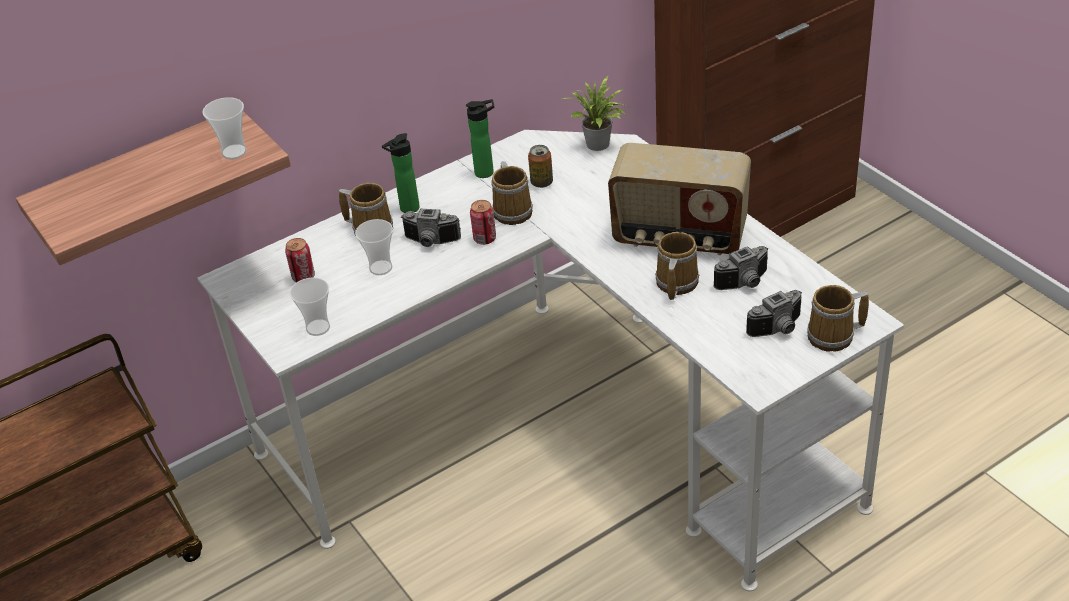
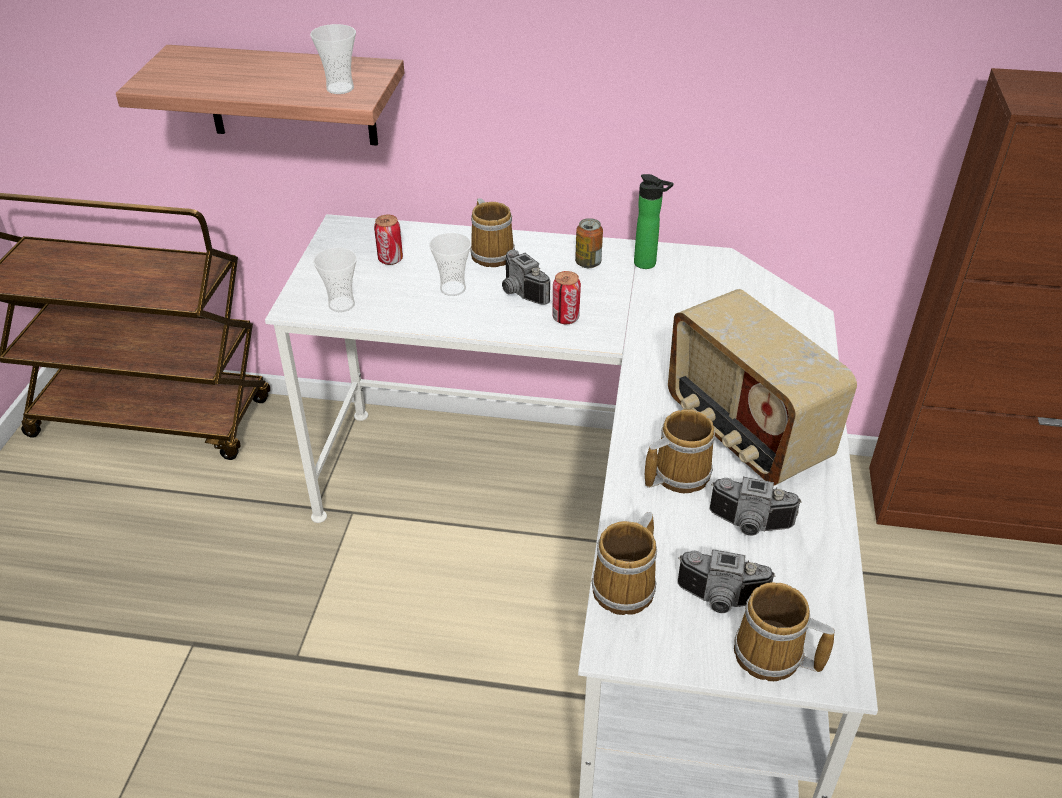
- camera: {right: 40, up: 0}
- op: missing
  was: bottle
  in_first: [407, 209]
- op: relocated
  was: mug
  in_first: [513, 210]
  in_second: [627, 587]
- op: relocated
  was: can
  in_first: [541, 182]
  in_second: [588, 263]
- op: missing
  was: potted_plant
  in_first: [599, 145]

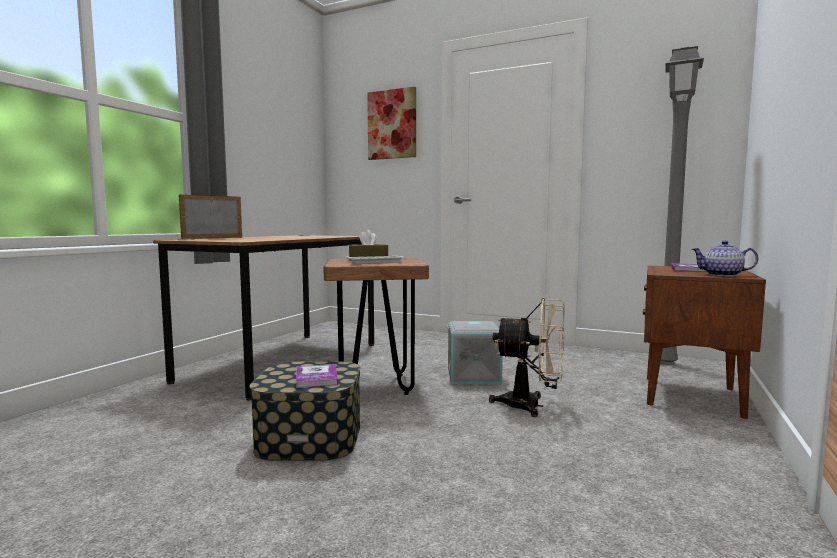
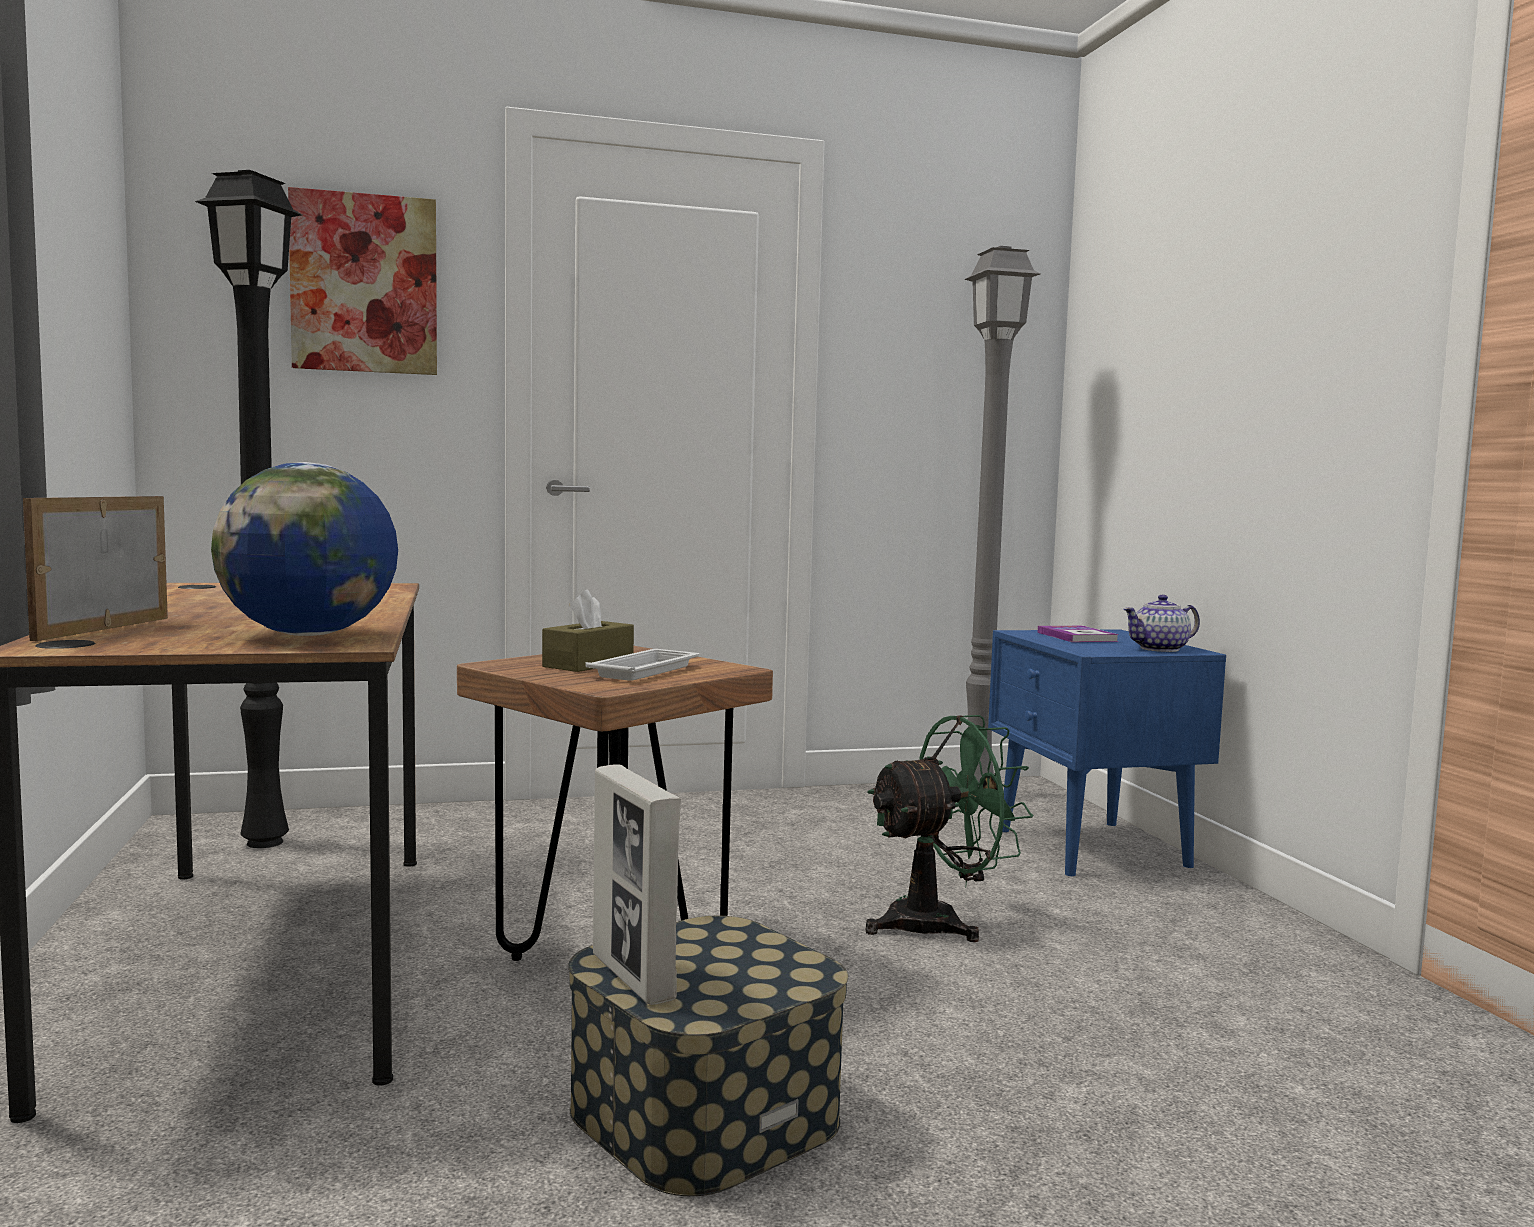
- camera: {right: -40, up: 0}
- op: missing
  was: book
  in_first: [316, 377]
- op: missing
  was: grey_storage_box
  in_first: [473, 375]
- op: colour
  was: beige_fan
  now: green_fan
  in_first: [531, 406]
  in_second: [939, 922]
- op: colour
  was: brown_nightstand
  now: blue_nightstand
  in_first: [690, 396]
  in_second: [1092, 848]
- op: appeared
  now: black_floor_lamp
  in_second: [264, 841]
- op: appeared
  now: globe
  in_second: [309, 635]
- op: appeared
  now: picture_frame
  in_second: [633, 977]

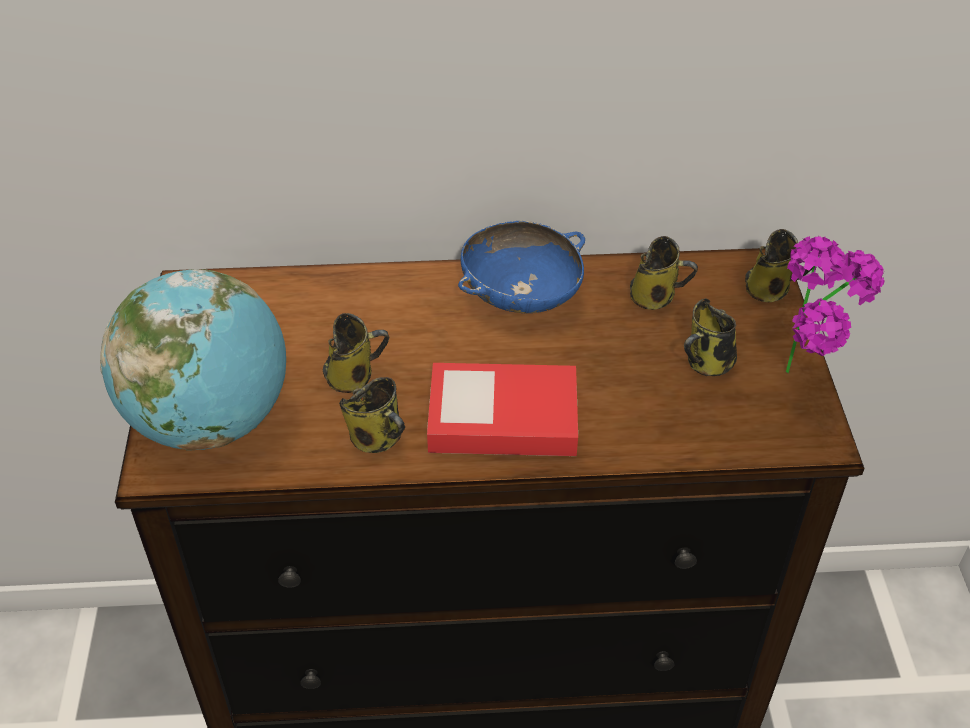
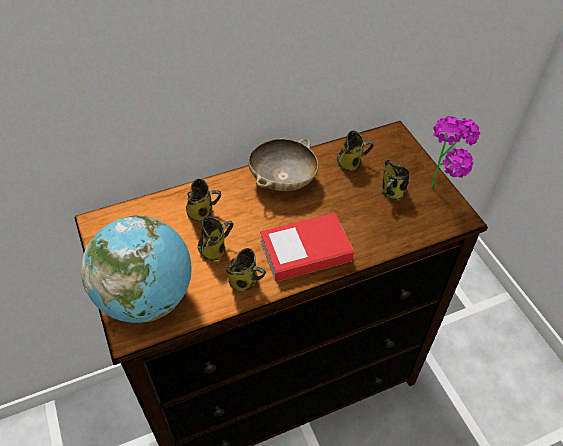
- camera: {right: -20, up: 5}
- op: colour
  was: blue_bowl
  now: beige_bowl
  in_first: [521, 296]
  in_second: [283, 180]
- op: relocated
  was: mug
  in_first: [770, 289]
  in_second: [202, 212]

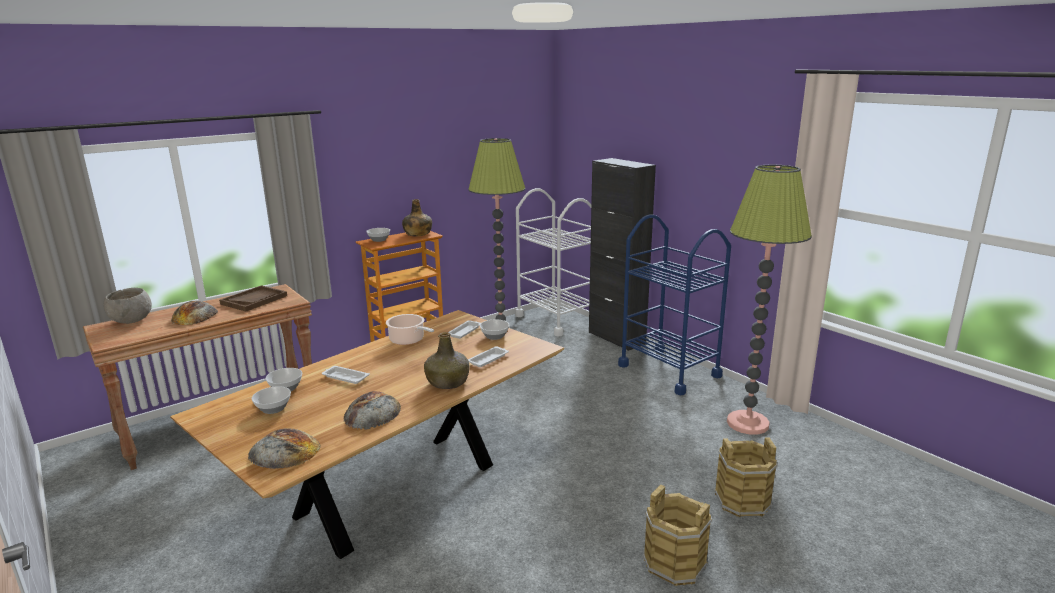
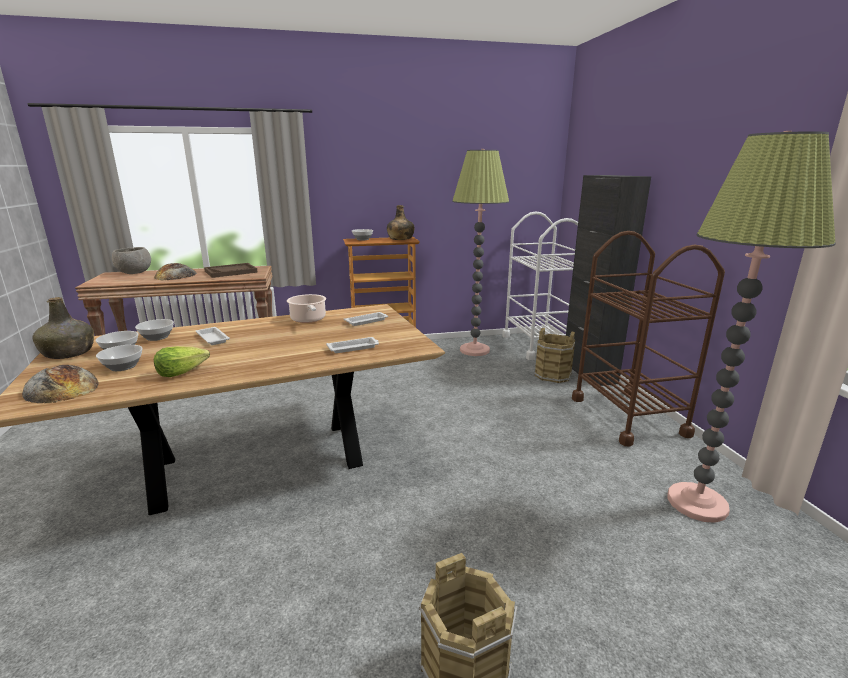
- camera: {right: 25, up: 0}
- op: exchanged
  was: bread
  now: lettuce
  in_first: [372, 413]
  in_second: [182, 372]
- op: relocated
  was: green_bottle
  in_first: [448, 382]
  in_second: [69, 353]
- op: relocated
  was: bowl
  in_first: [494, 336]
  in_second: [123, 366]
- op: colour
  was: blue_cart
  now: brown_cart
  in_first: [669, 370]
  in_second: [628, 416]
- op: relocated
  was: brown_bucket
  in_first: [742, 501]
  in_second: [552, 375]

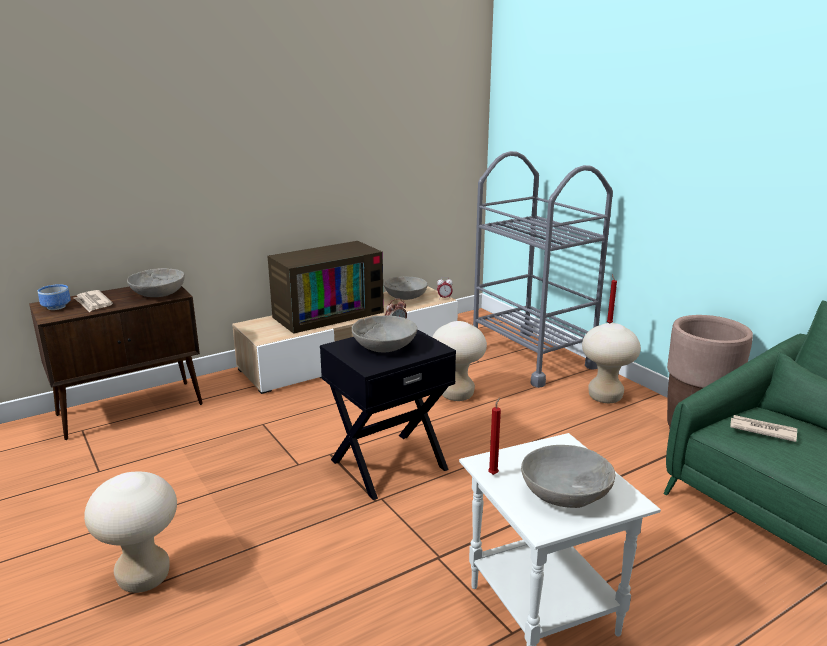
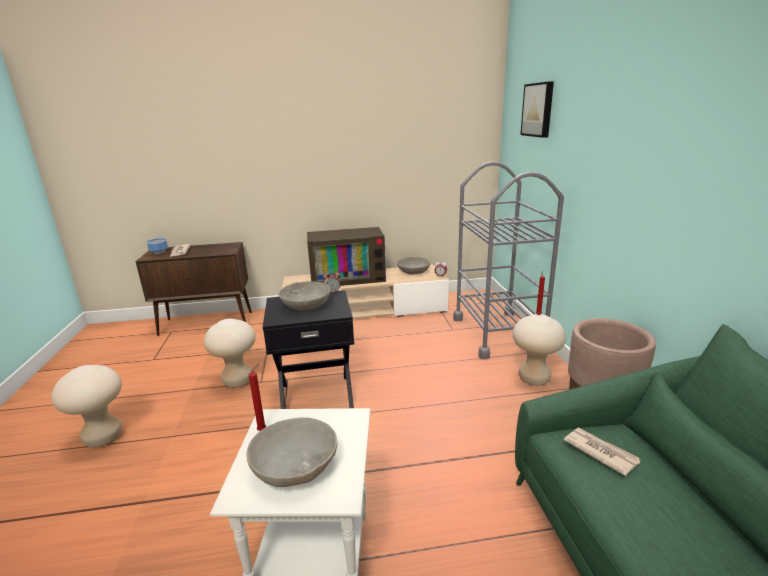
- camera: {right: 25, up: 0}
- op: missing
  was: grey_bowl
  in_first: [158, 293]
- op: relocated
  was: beige_stool
  in_first: [457, 395]
  in_second: [237, 381]
- op: appeared
  now: picture
  in_second: [538, 110]

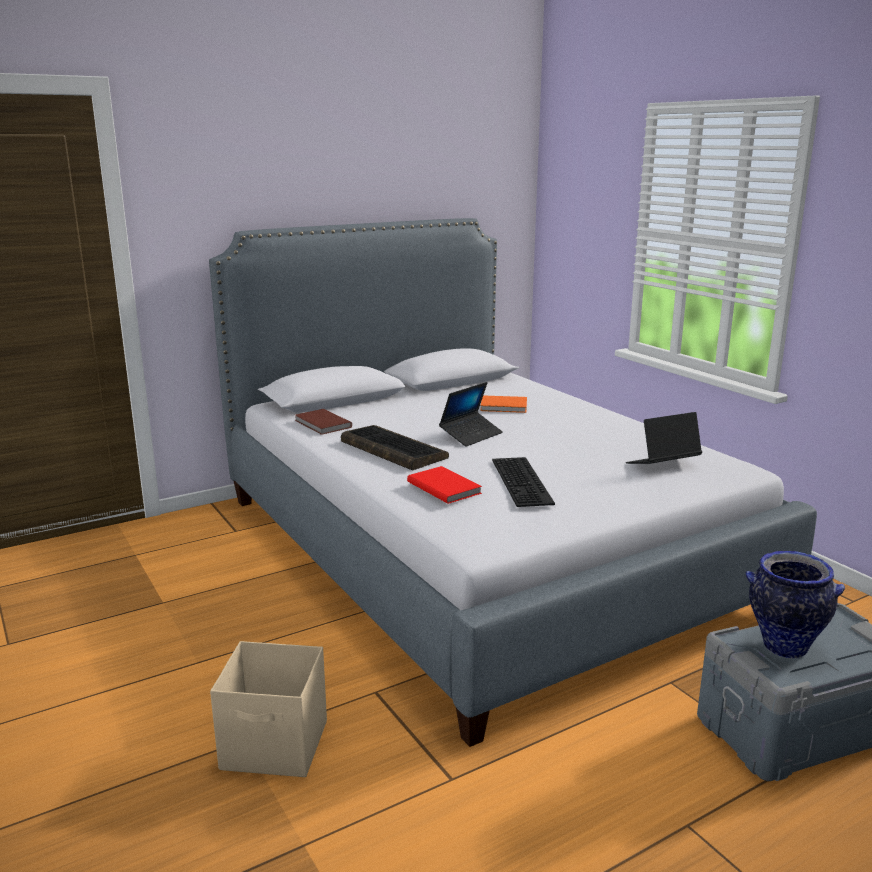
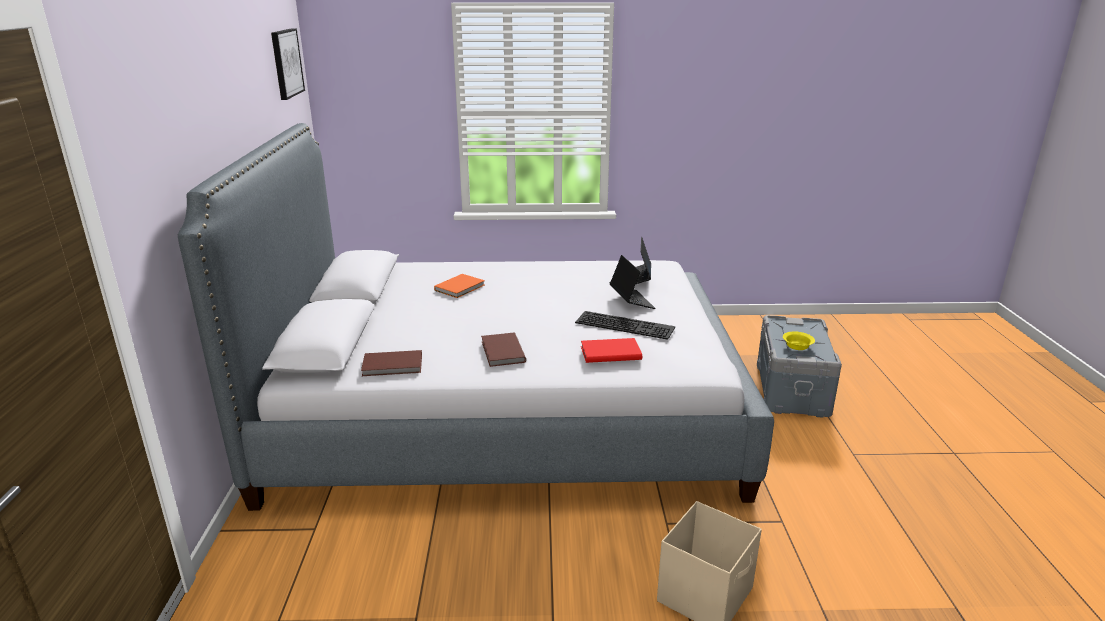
- camera: {right: -60, up: 5}
- op: exchanged
  was: keyboard
  now: brown_book
  in_first: [391, 449]
  in_second: [501, 352]
- op: relocated
  was: laptop
  in_first: [471, 435]
  in_second: [631, 301]
- op: exchanged
  was: vase
  now: yellow_bowl
  in_first: [783, 647]
  in_second: [797, 346]
- op: appeared
  now: picture
  in_second: [286, 63]

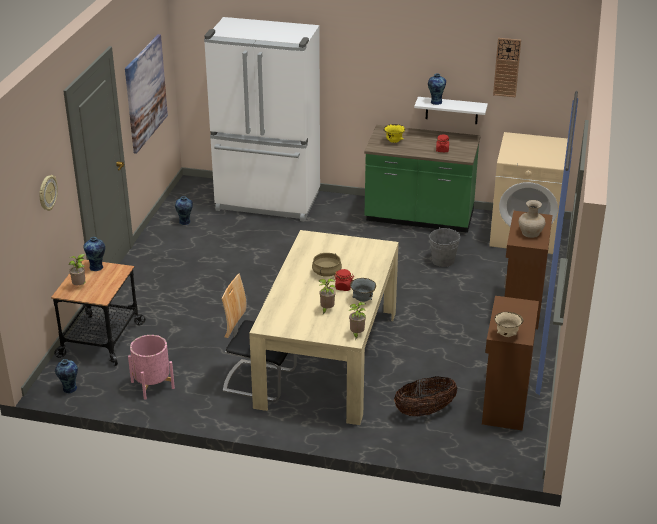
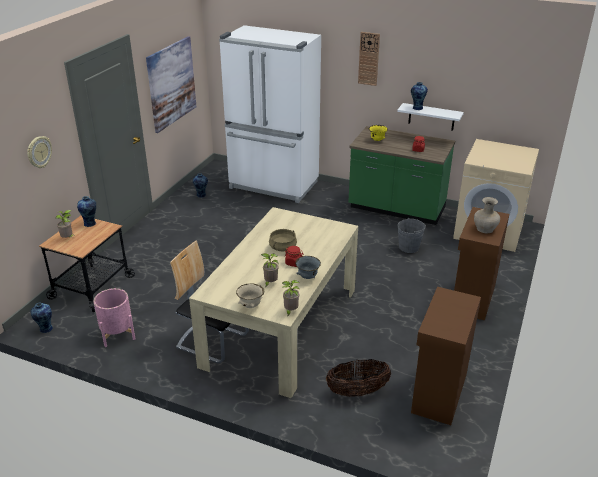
- camera: {right: 10, up: 0}
- op: relocated
  was: wall_clock
  in_first: [507, 67]
  in_second: [368, 59]
- op: relocated
  was: beige_bowl
  in_first: [507, 335]
  in_second: [250, 306]

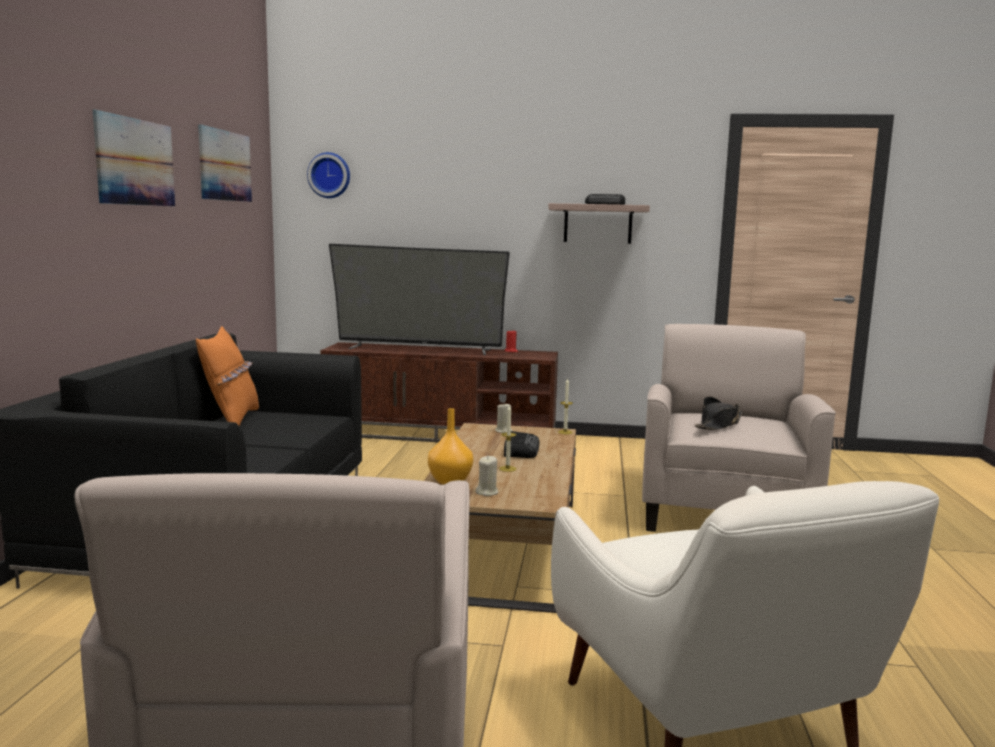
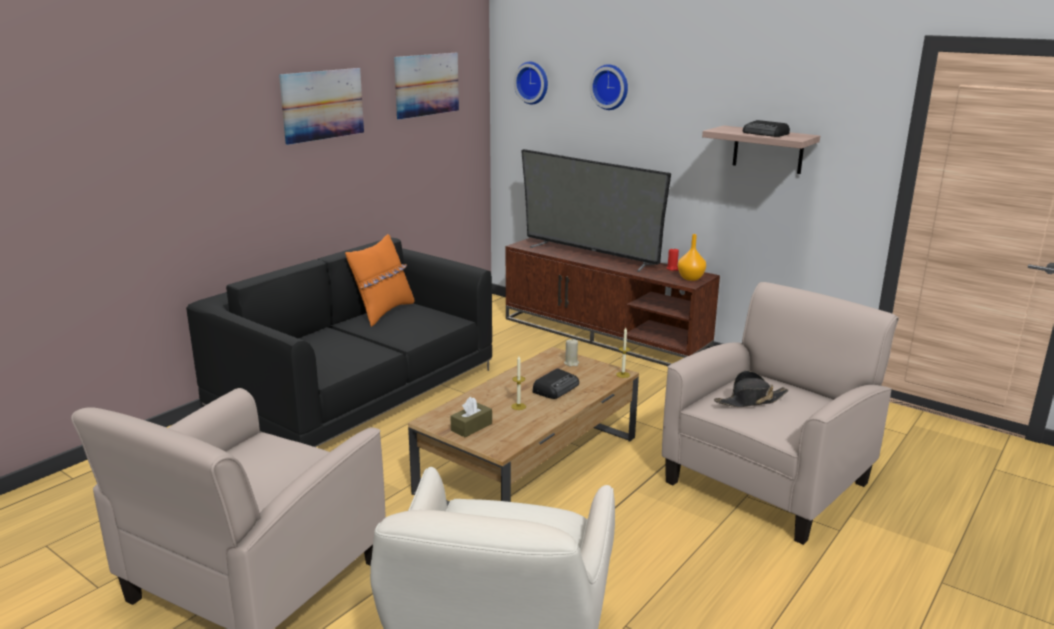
- camera: {right: 30, up: 10}
- op: relocated
  was: orange_vase
  in_first: [449, 481]
  in_second: [690, 278]
- op: exchanged
  was: beige_candle
  now: brown_tissue_box
  in_first: [487, 492]
  in_second: [471, 427]
- op: appeared
  now: wall_clock
  in_second: [610, 87]

